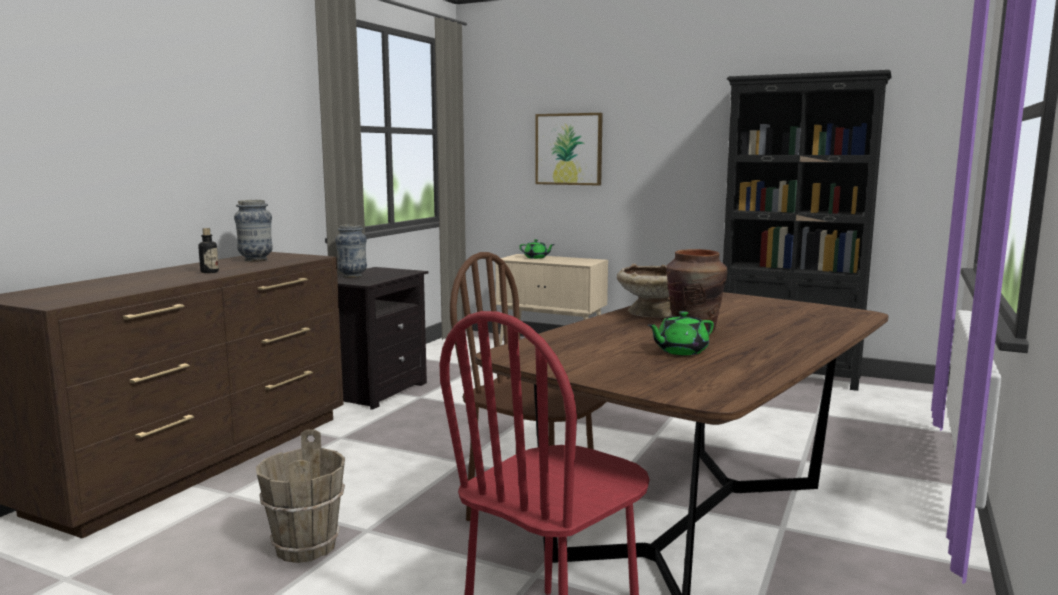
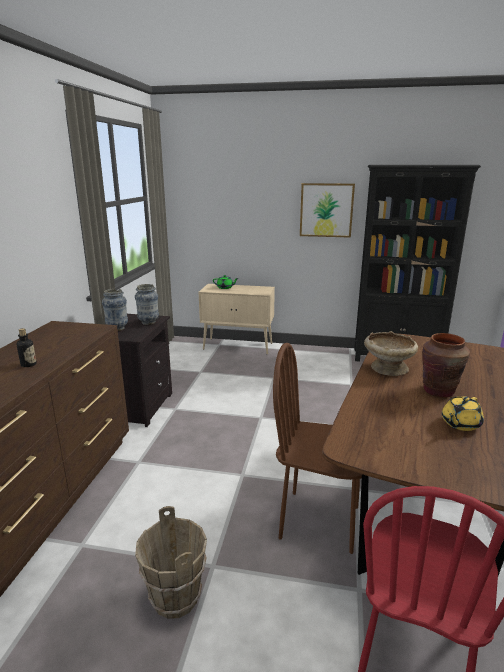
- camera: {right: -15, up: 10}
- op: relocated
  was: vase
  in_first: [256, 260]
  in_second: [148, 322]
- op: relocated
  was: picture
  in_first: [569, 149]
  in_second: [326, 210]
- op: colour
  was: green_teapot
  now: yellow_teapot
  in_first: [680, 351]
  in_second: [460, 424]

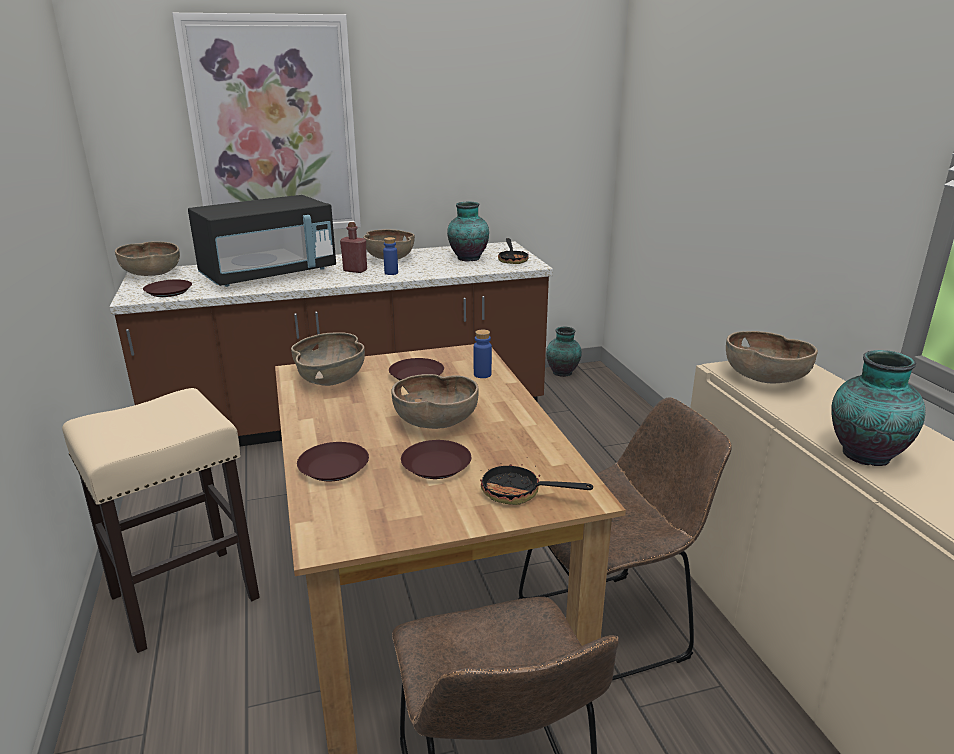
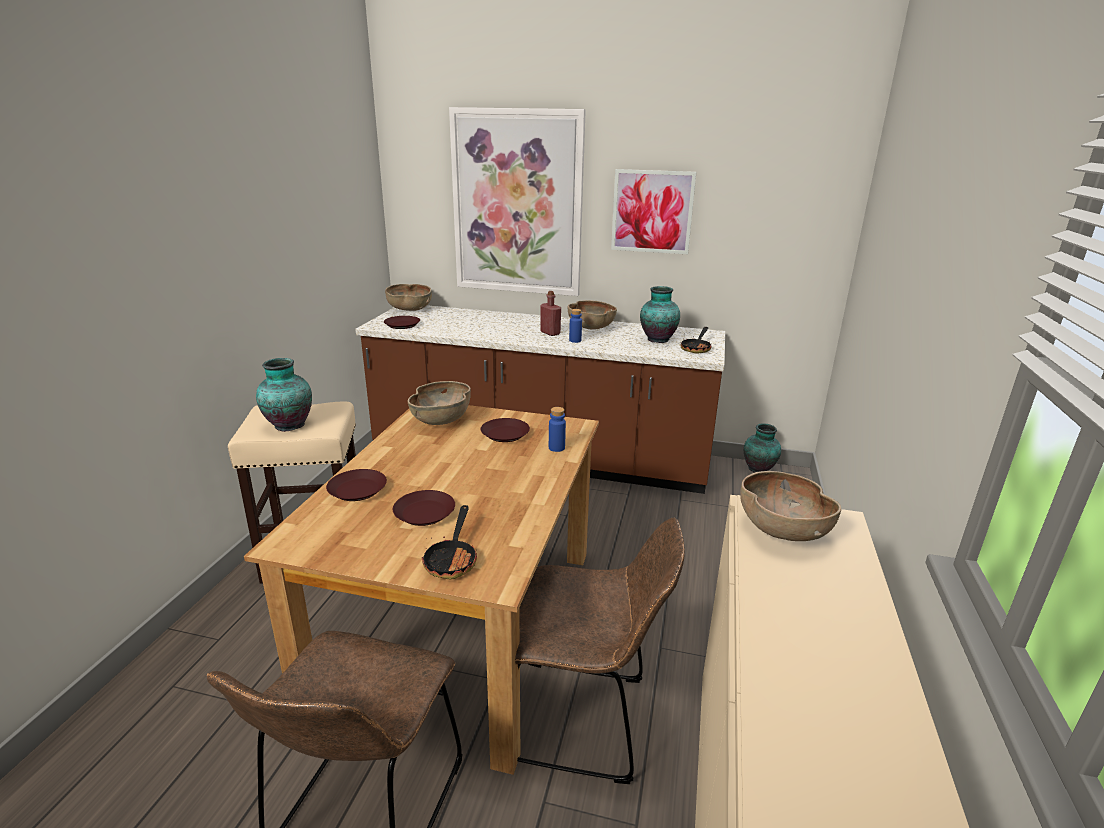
- camera: {right: 30, up: 0}
- op: missing
  was: black_microwave
  in_first: [269, 274]
- op: missing
  was: brown_bowl
  in_first: [435, 423]
- op: spun
  was: frying_pan
  in_first: [519, 494]
  in_second: [452, 559]
  clockwise: -135
- op: relocated
  was: vase
  in_first: [864, 455]
  in_second: [288, 425]
- op: appeared
  now: picture
  in_second: [652, 211]

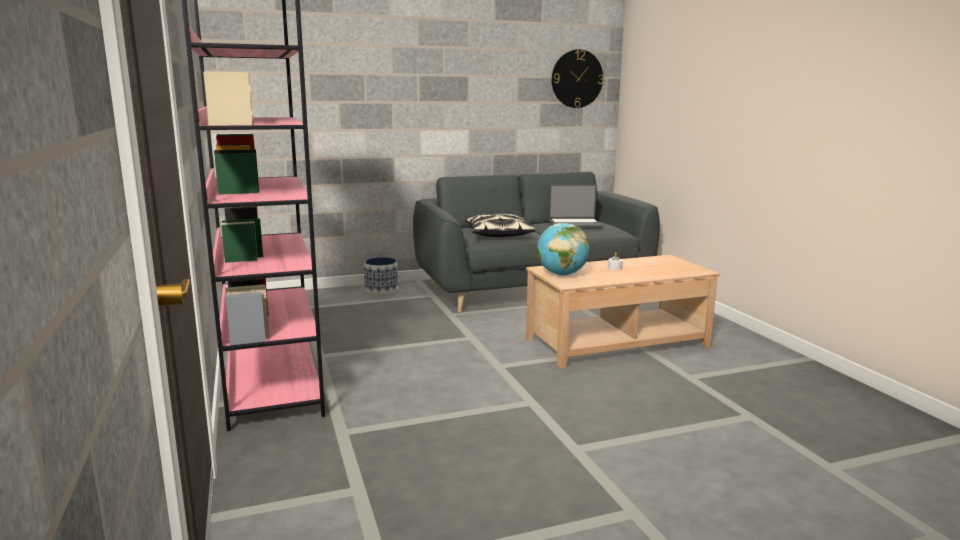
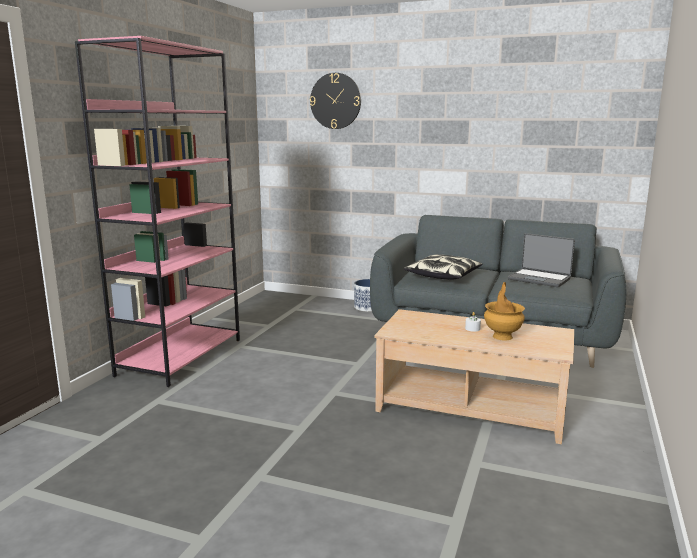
- camera: {right: 40, up: 0}
- op: missing
  was: globe
  in_first: [562, 274]
- op: relocated
  was: wall_clock
  in_first: [577, 79]
  in_second: [335, 101]
- op: appeared
  now: brown_vase
  in_second: [502, 336]

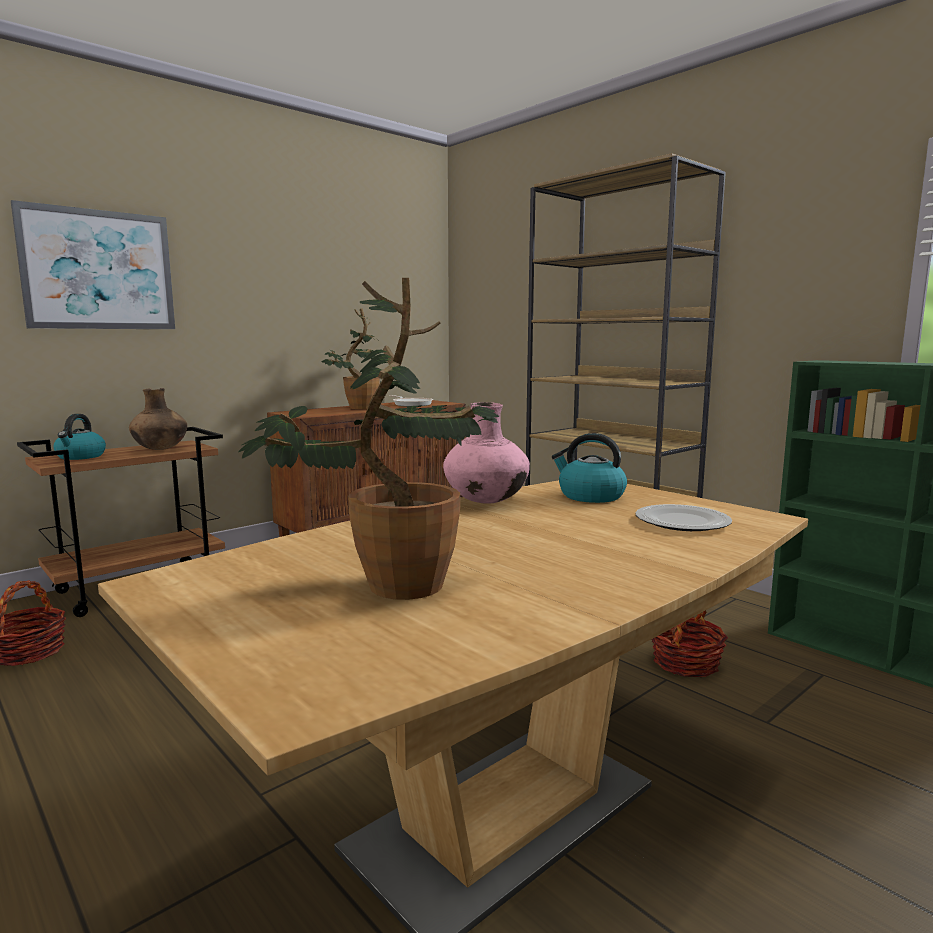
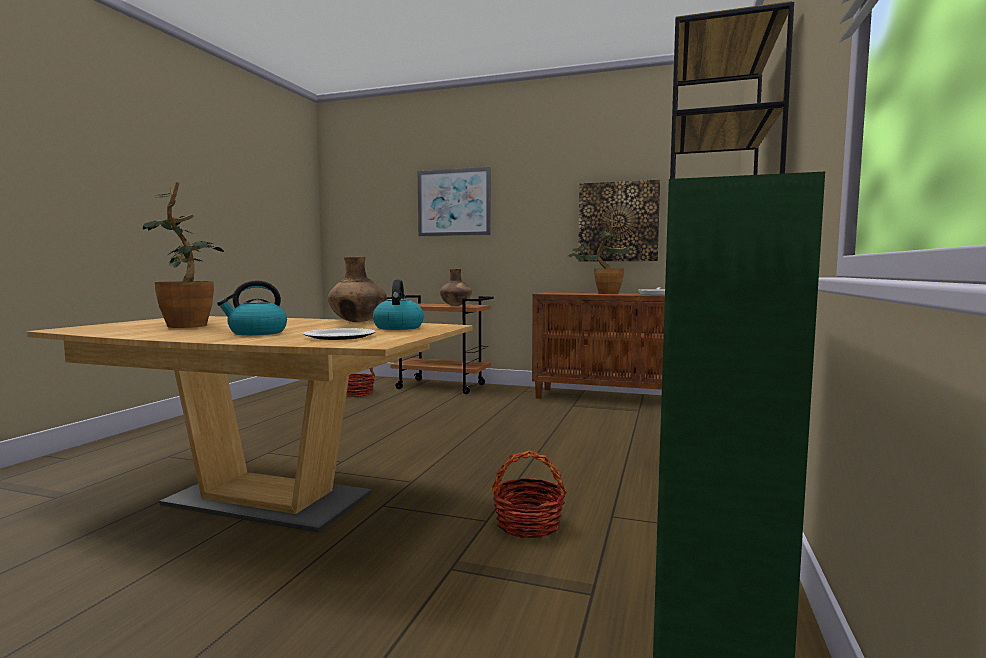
- camera: {right: 60, up: -5}
- op: relocated
  was: kettle
  in_first: [80, 456]
  in_second: [257, 333]
- op: colour
  was: pink_vase
  now: brown_vase
  in_first: [486, 501]
  in_second: [358, 322]
- op: appeared
  now: picture
  in_second: [618, 222]

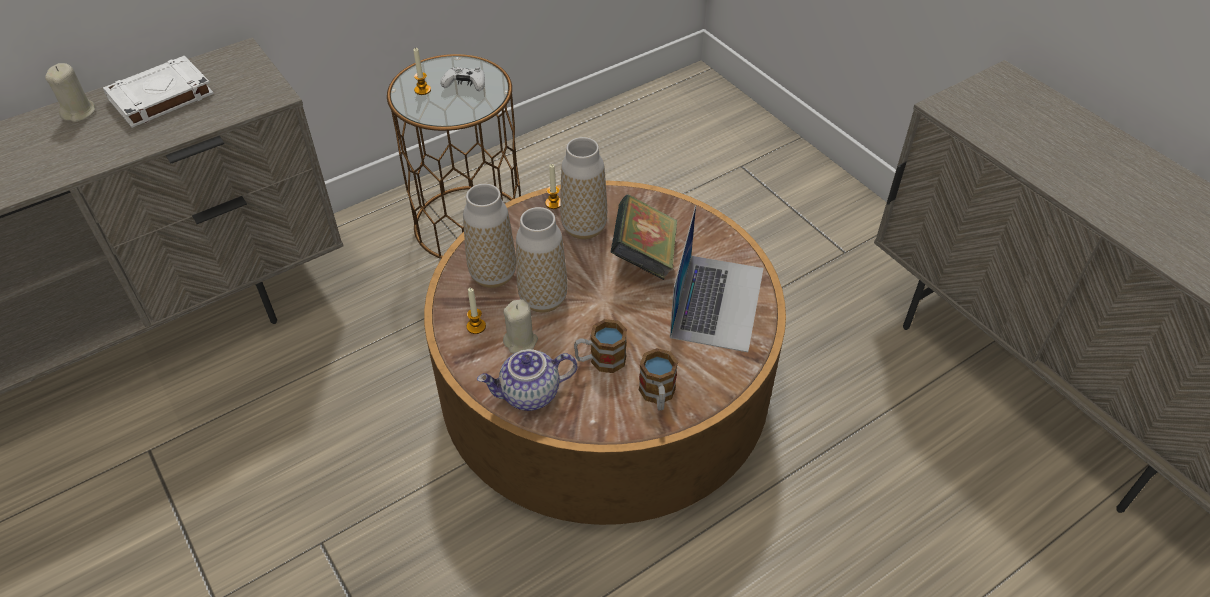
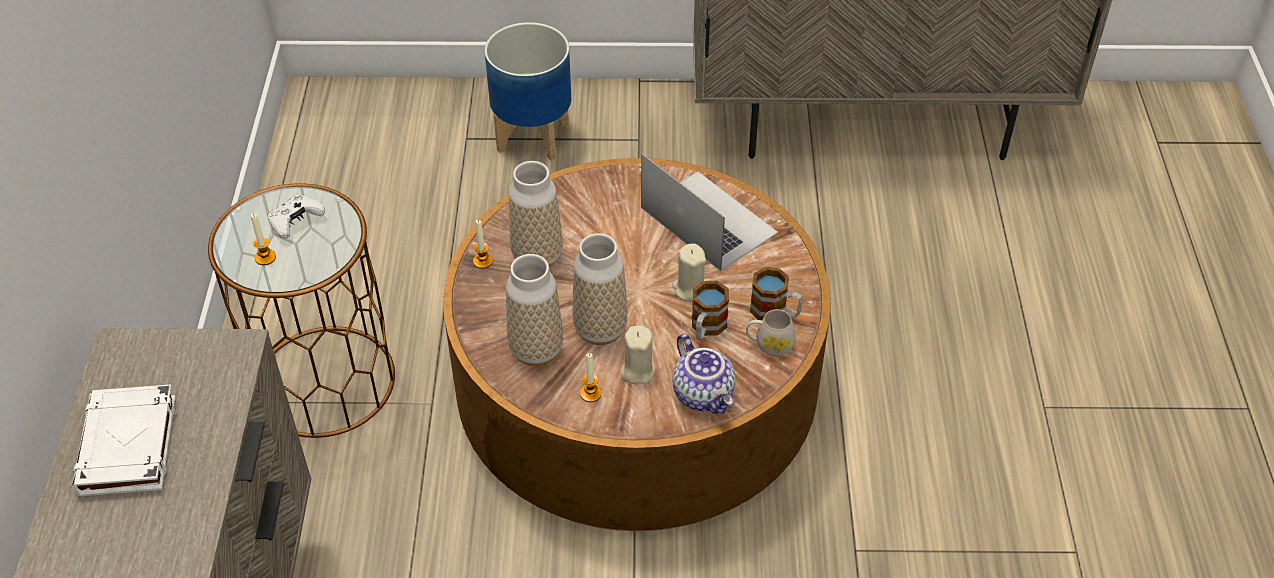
- camera: {right: -55, up: 0}
- op: relocated
  was: beige_candle
  in_first: [79, 112]
  in_second: [689, 289]
- op: spun
  was: teapot
  in_first: [530, 395]
  in_second: [705, 394]
  clockwise: -45
- op: missing
  was: book
  in_first: [644, 256]
- op: appeared
  now: planter
  in_second: [533, 136]
- op: appeared
  now: white_mug
  in_second: [769, 345]

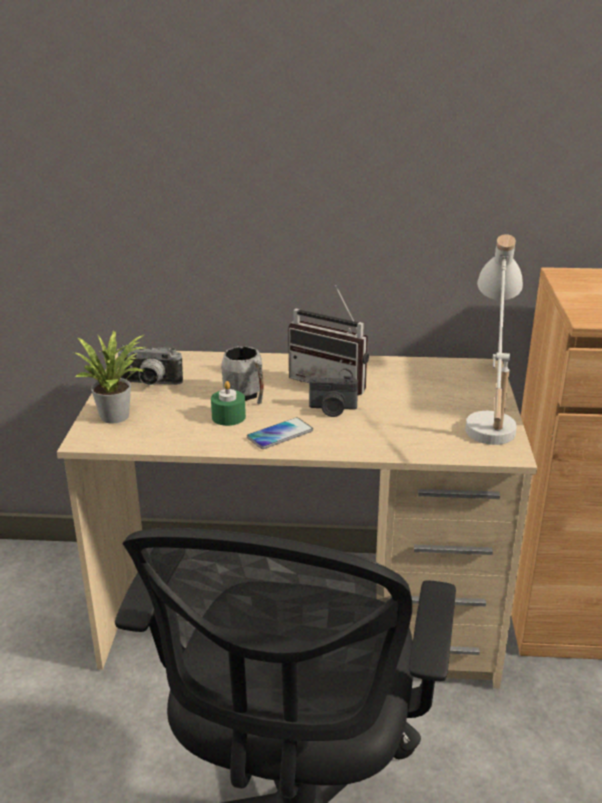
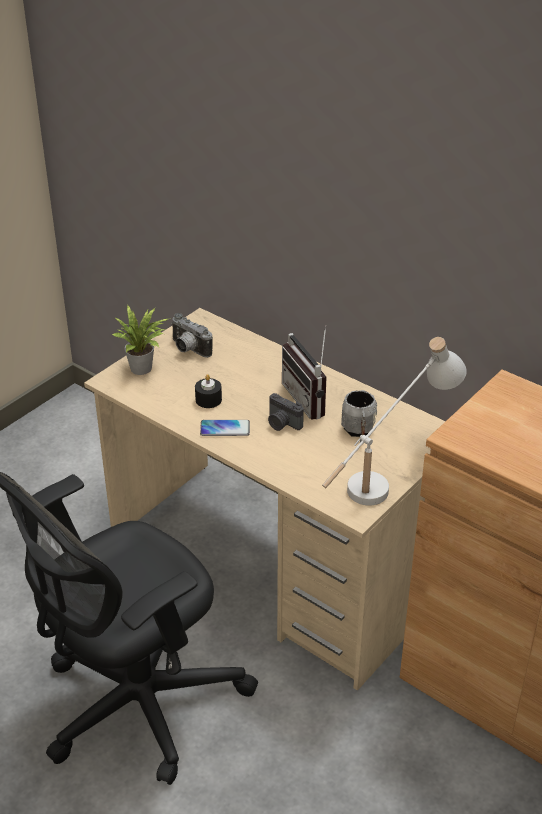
- camera: {right: 35, up: 10}
- op: colour
  was: green_candle
  now: black_candle
  in_first: [228, 417]
  in_second: [208, 400]
- op: relocated
  was: grey_mug
  in_first: [246, 396]
  in_second: [358, 432]

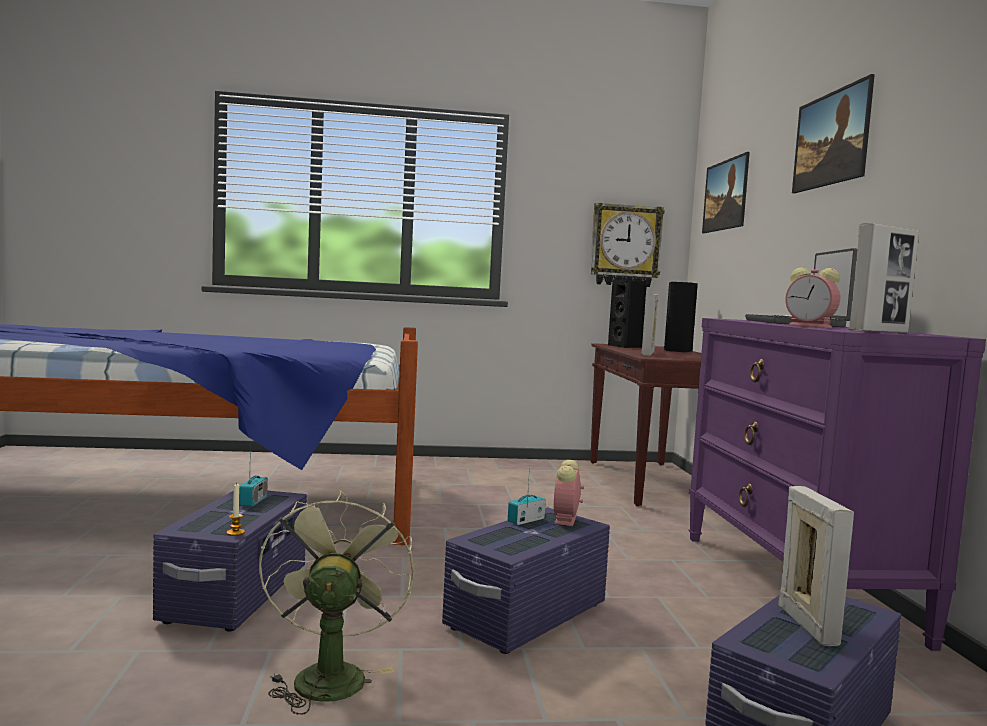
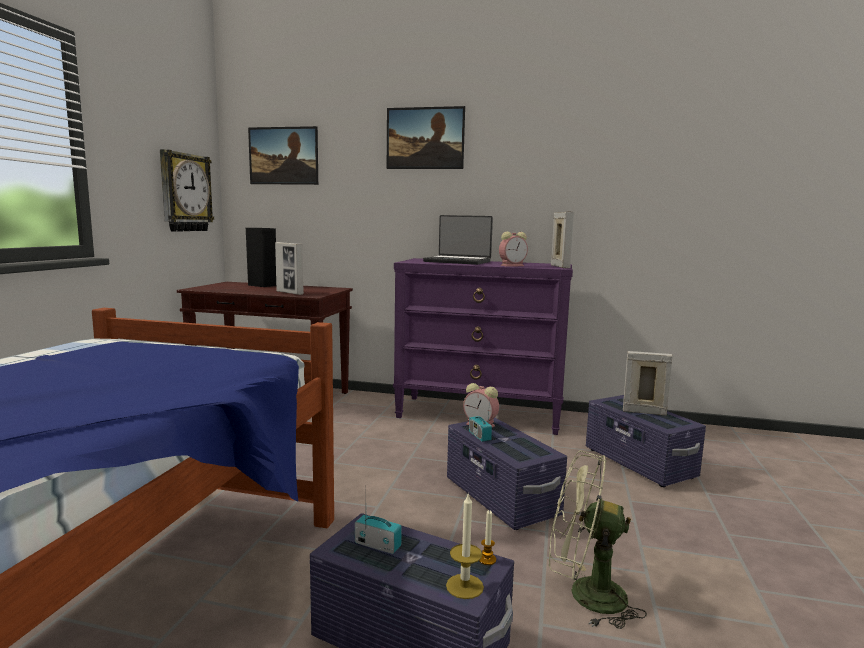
- camera: {right: -70, up: 5}
- op: missing
  was: black_speaker
  in_first: [626, 346]
- op: appeared
  now: candle
  in_second: [464, 586]

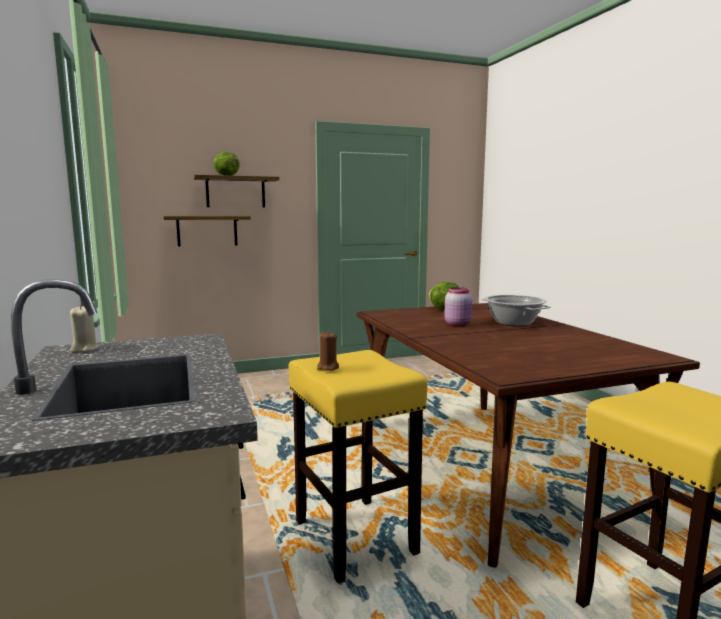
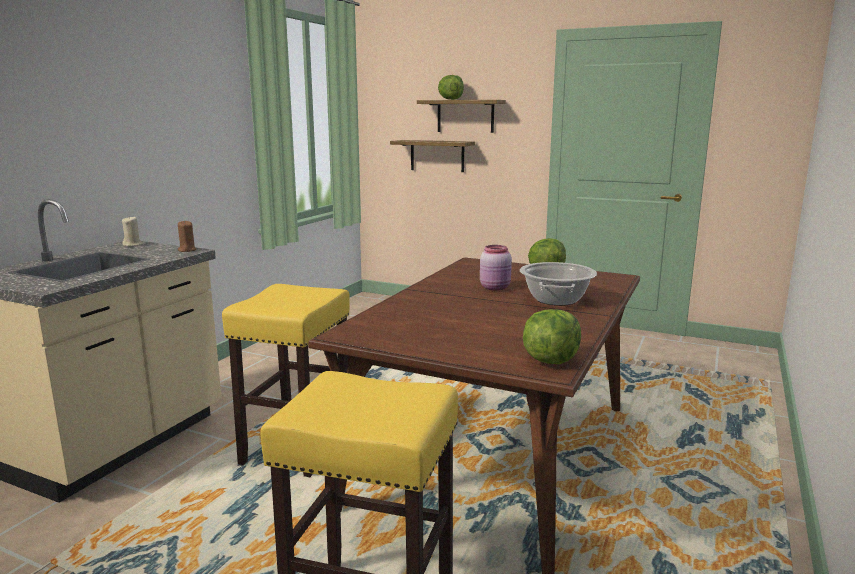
- camera: {right: 45, up: 5}
- op: relocated
  was: brown_candle
  in_first: [327, 367]
  in_second: [187, 250]
- op: appeared
  now: lettuce
  in_second: [550, 360]

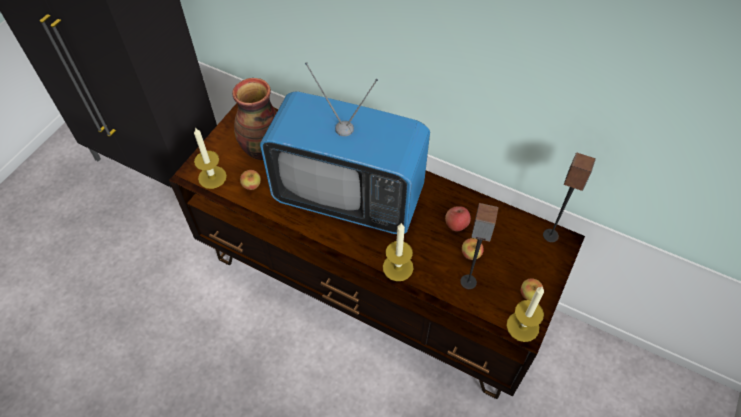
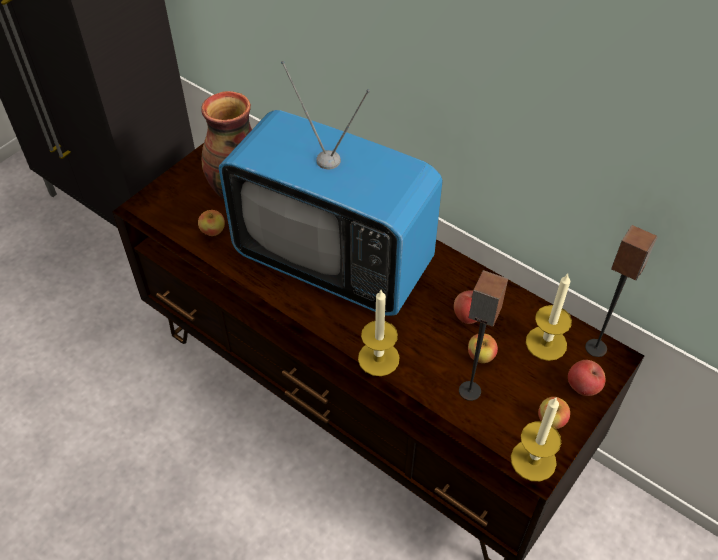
- camera: {right: 10, up: -5}
- op: relocated
  was: candle
  in_first: [212, 177]
  in_second: [546, 343]
- op: appeared
  now: apple
  in_second: [582, 387]

